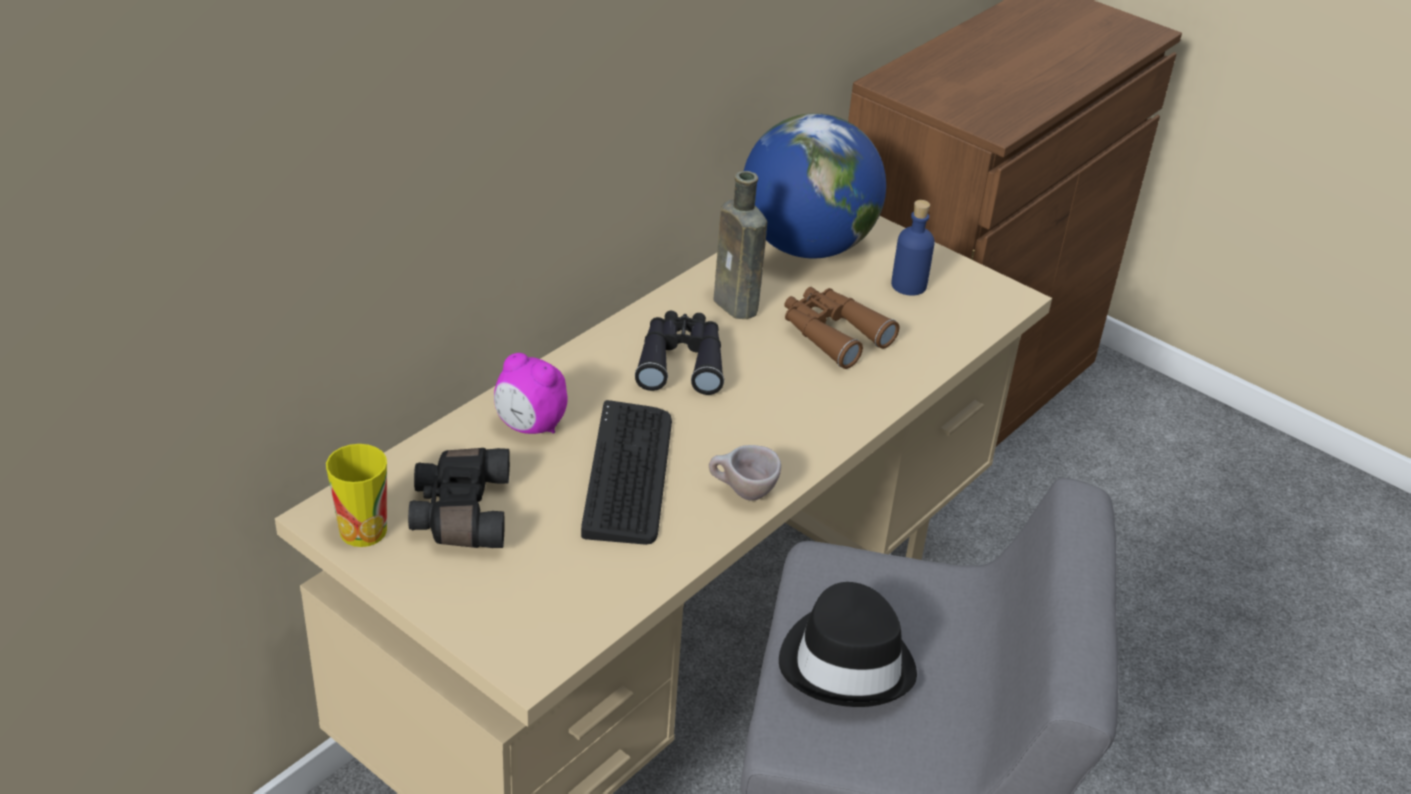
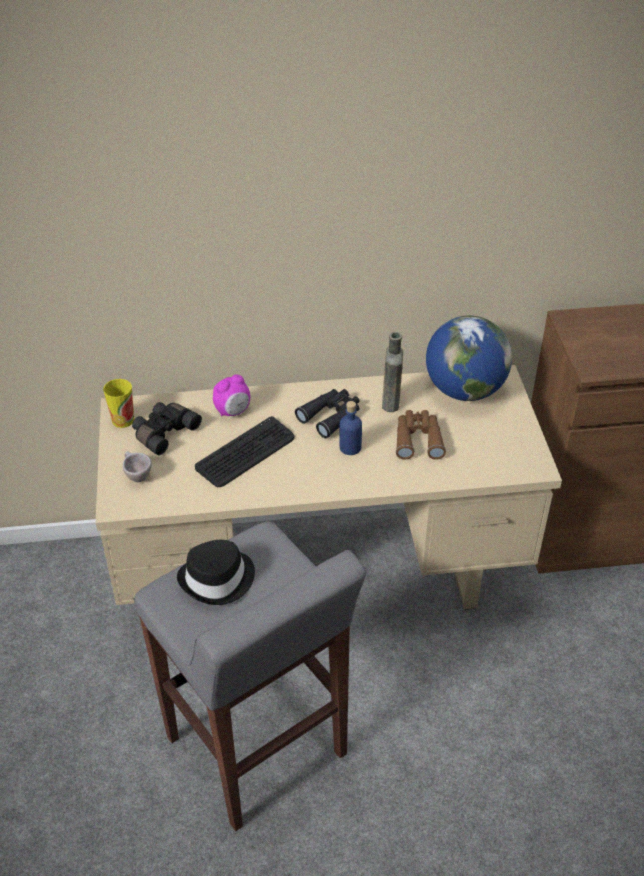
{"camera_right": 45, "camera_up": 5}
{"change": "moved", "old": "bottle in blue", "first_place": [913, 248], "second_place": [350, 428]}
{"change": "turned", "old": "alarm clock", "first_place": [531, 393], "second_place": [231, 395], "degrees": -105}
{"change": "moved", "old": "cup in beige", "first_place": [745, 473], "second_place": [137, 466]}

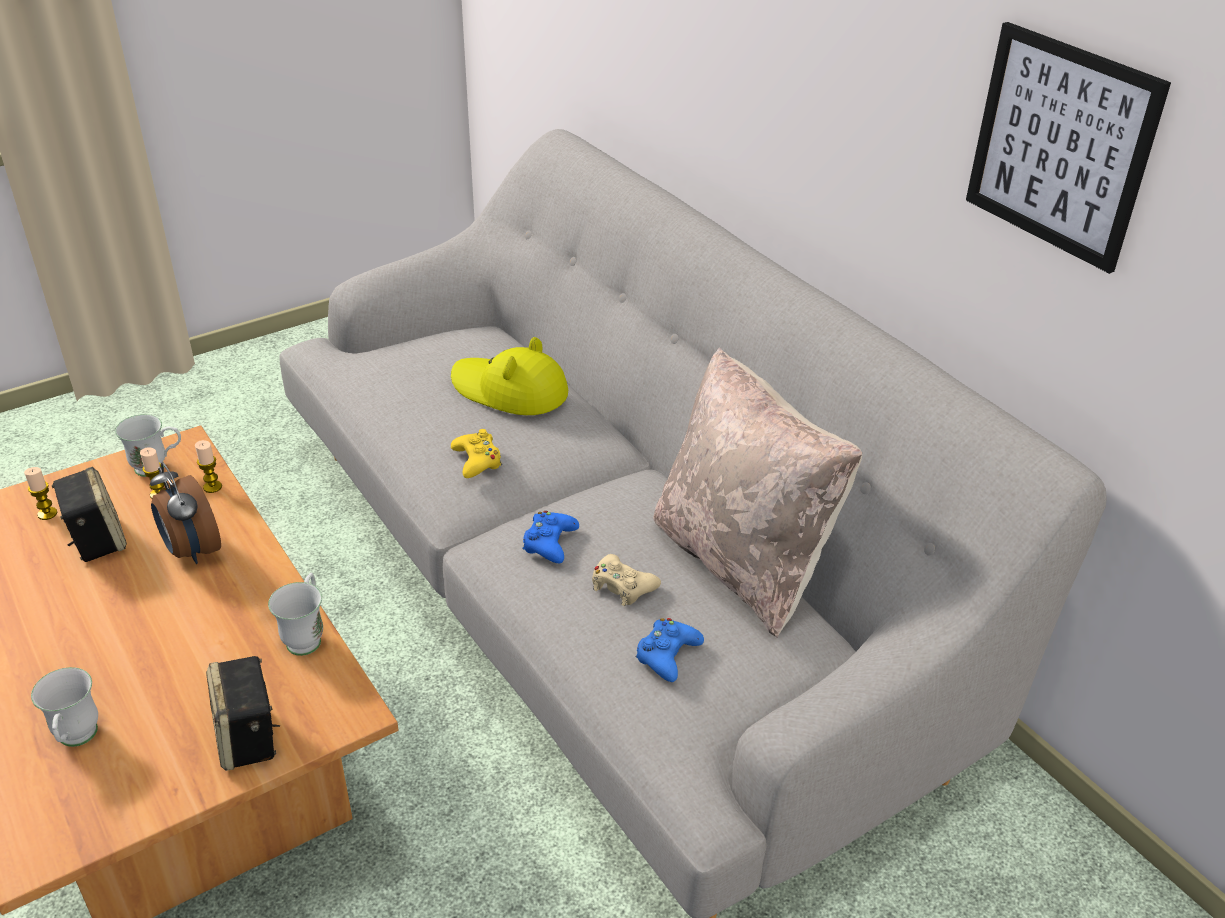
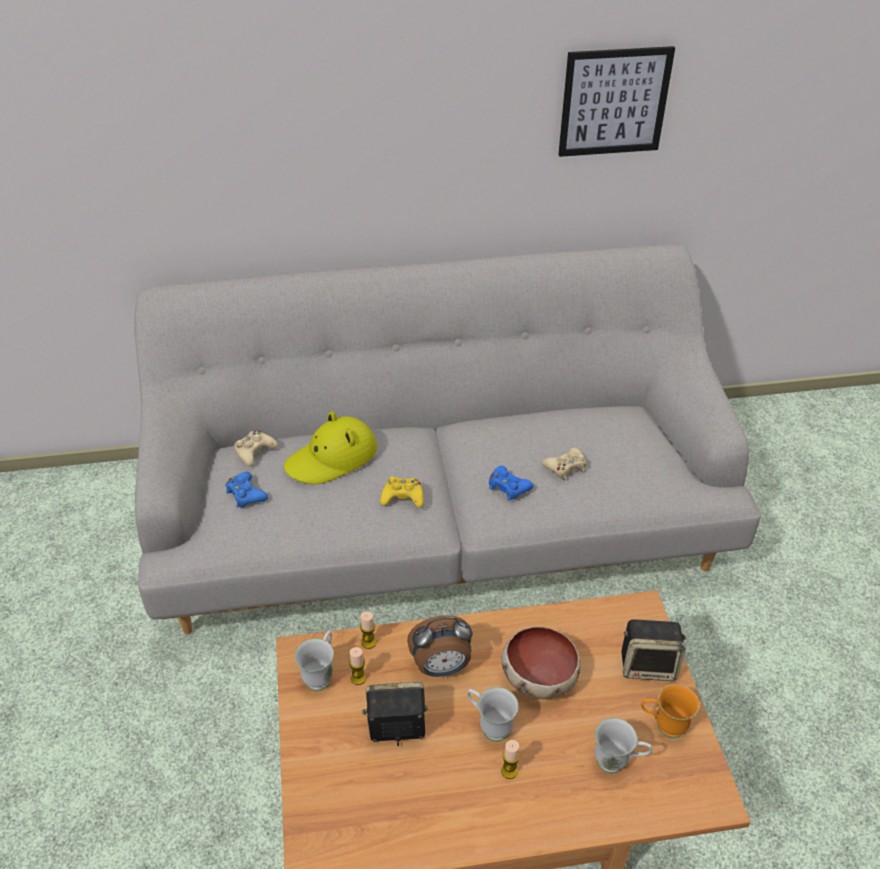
{"camera_right": -65, "camera_up": 5}
{"change": "removed", "old": "pillow in beige", "first_place": [757, 493]}
{"change": "moved", "old": "candle", "first_place": [41, 493], "second_place": [510, 759]}
{"change": "moved", "old": "mug in white", "first_place": [295, 614], "second_place": [493, 714]}
{"change": "moved", "old": "game controller in blue", "first_place": [670, 650], "second_place": [247, 490]}
{"change": "added", "new": "game controller in beige", "second_place": [256, 448]}
{"change": "added", "new": "bowl", "second_place": [541, 663]}
{"change": "added", "new": "mug in orange", "second_place": [670, 711]}

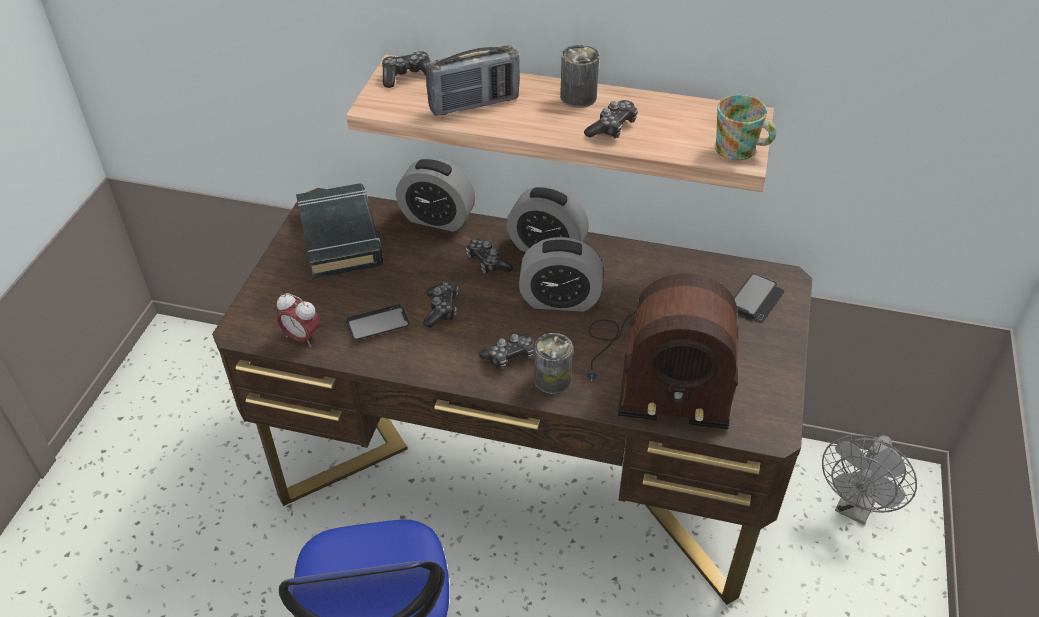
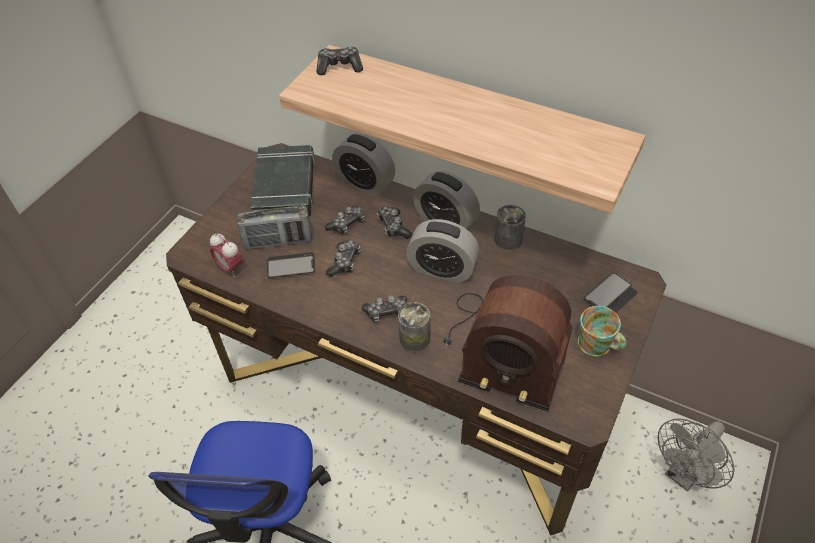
{"camera_right": 15, "camera_up": 5}
{"change": "moved", "old": "radio", "first_place": [473, 80], "second_place": [274, 227]}
{"change": "moved", "old": "can", "first_place": [579, 76], "second_place": [510, 228]}
{"change": "moved", "old": "mug", "first_place": [745, 128], "second_place": [602, 331]}
{"change": "moved", "old": "game controller", "first_place": [611, 119], "second_place": [345, 220]}

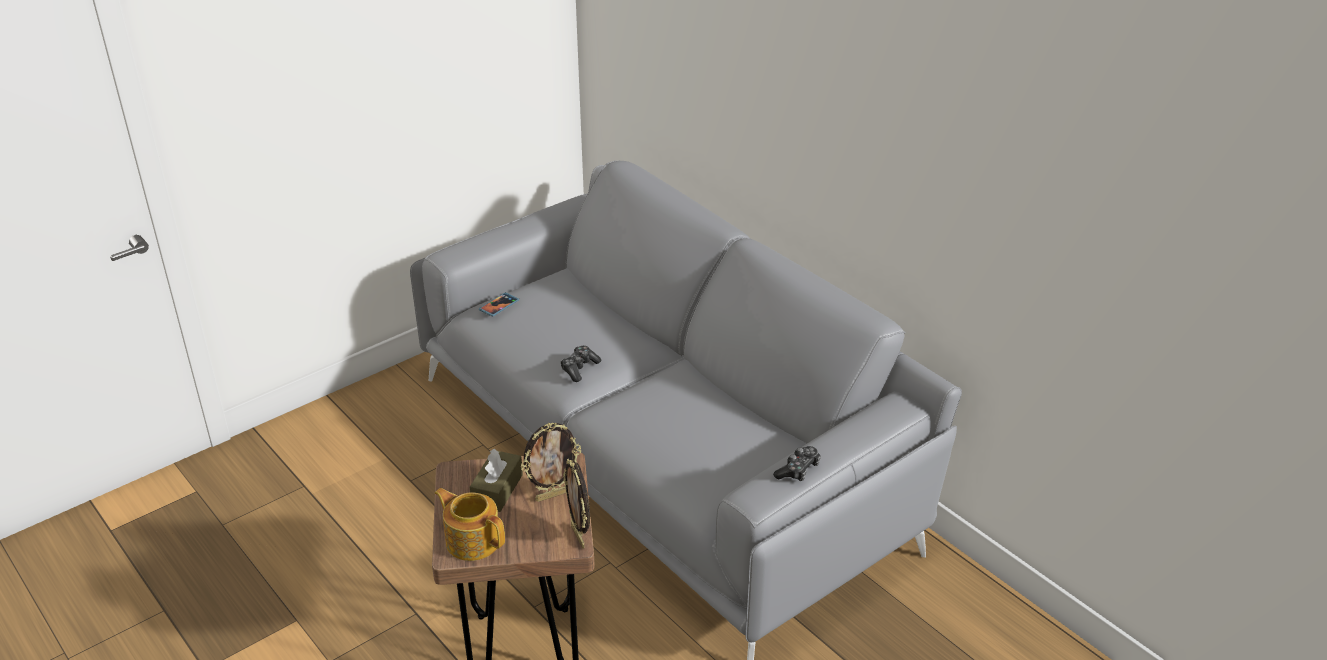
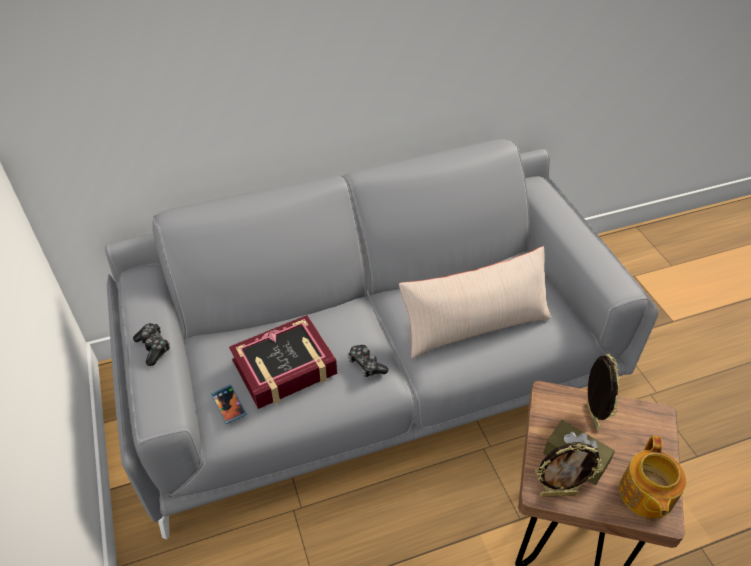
{"camera_right": -70, "camera_up": 10}
{"change": "moved", "old": "game controller", "first_place": [797, 463], "second_place": [151, 344]}
{"change": "moved", "old": "picture frame", "first_place": [576, 504], "second_place": [569, 469]}
{"change": "turned", "old": "teapot", "first_place": [470, 524], "second_place": [652, 477], "degrees": -45}
{"change": "added", "new": "pillow in beige", "second_place": [475, 302]}
{"change": "added", "new": "book", "second_place": [283, 362]}

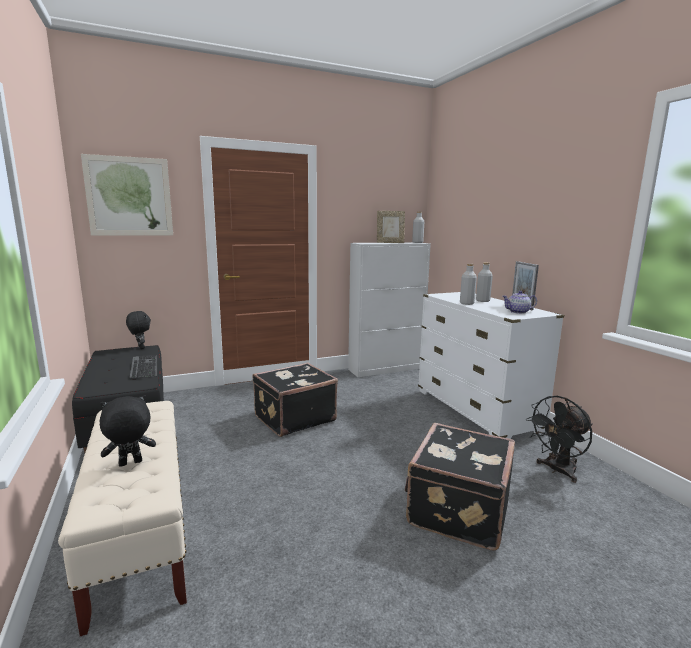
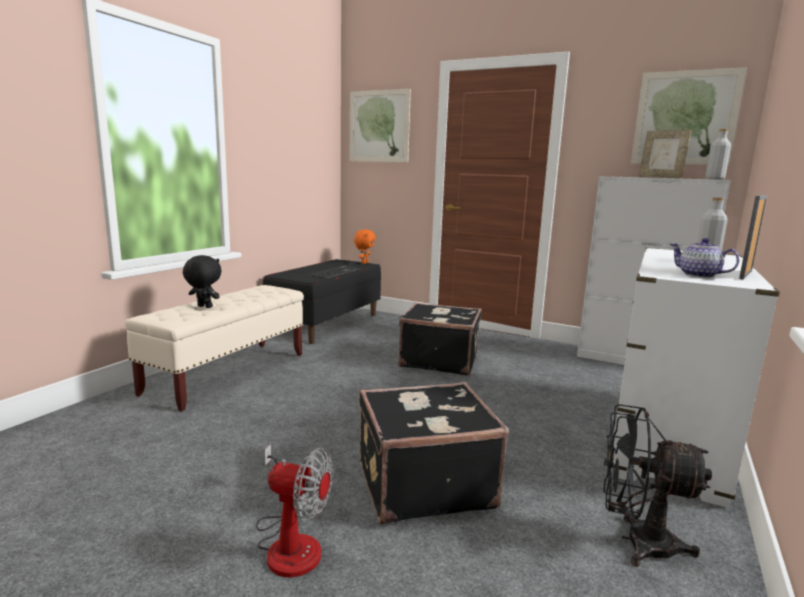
{"camera_right": 50, "camera_up": 0}
{"change": "removed", "old": "bottle in grey", "first_place": [468, 284]}
{"change": "recoloured", "old": "plush toy in black", "new": "plush toy in orange", "first_place": [138, 330], "second_place": [365, 246]}
{"change": "added", "new": "picture", "second_place": [689, 116]}
{"change": "added", "new": "fan", "second_place": [294, 511]}

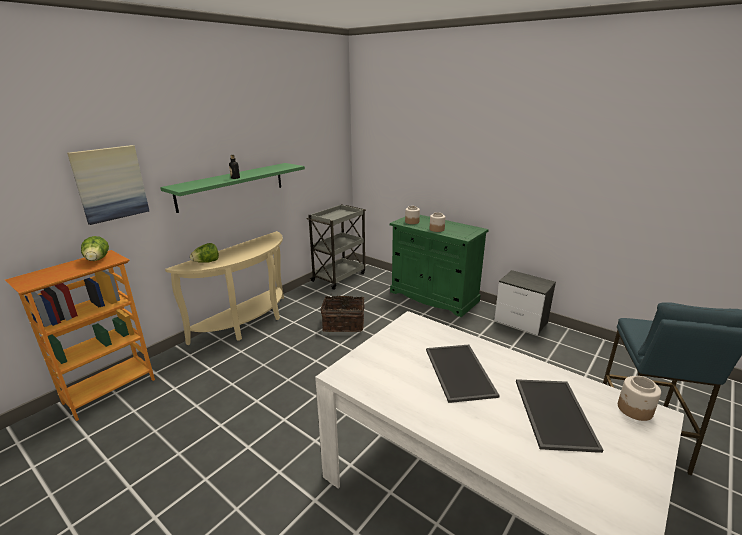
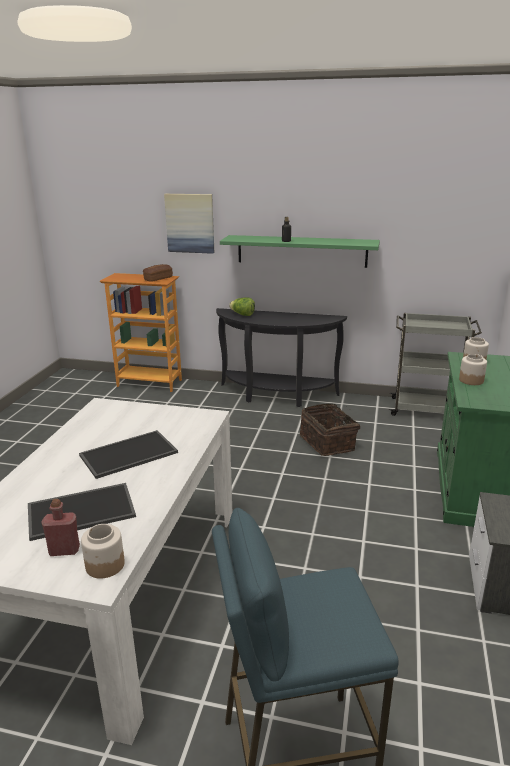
{"camera_right": 65, "camera_up": 0}
{"change": "recoloured", "old": "console table in beige", "new": "console table in black", "first_place": [224, 288], "second_place": [281, 357]}
{"change": "replaced", "old": "lettuce", "new": "bread", "first_place": [95, 248], "second_place": [158, 273]}
{"change": "added", "new": "bottle in red", "second_place": [60, 527]}

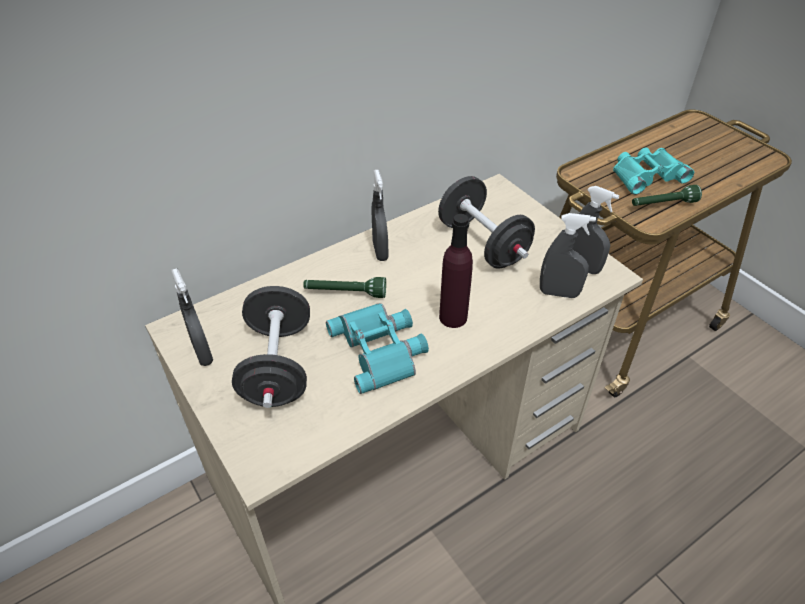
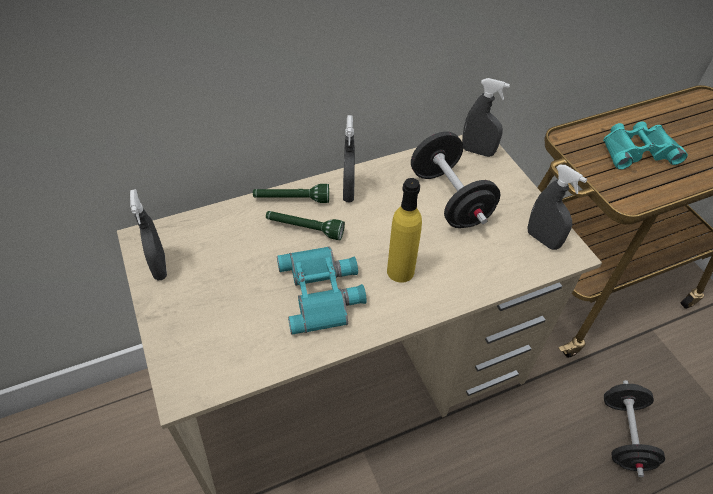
{"camera_right": 10, "camera_up": 5}
{"change": "moved", "old": "flashlight in green", "first_place": [667, 195], "second_place": [291, 193]}
{"change": "moved", "old": "spray bottle in grey", "first_place": [568, 255], "second_place": [486, 117]}
{"change": "recoloured", "old": "bottle in purple", "new": "bottle in yellow", "first_place": [456, 271], "second_place": [404, 230]}
{"change": "moved", "old": "dumbbell in black", "first_place": [271, 347], "second_place": [634, 428]}

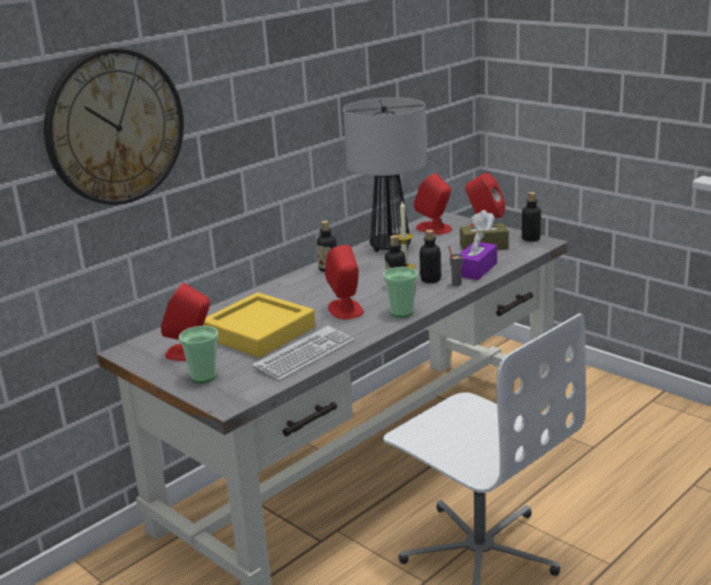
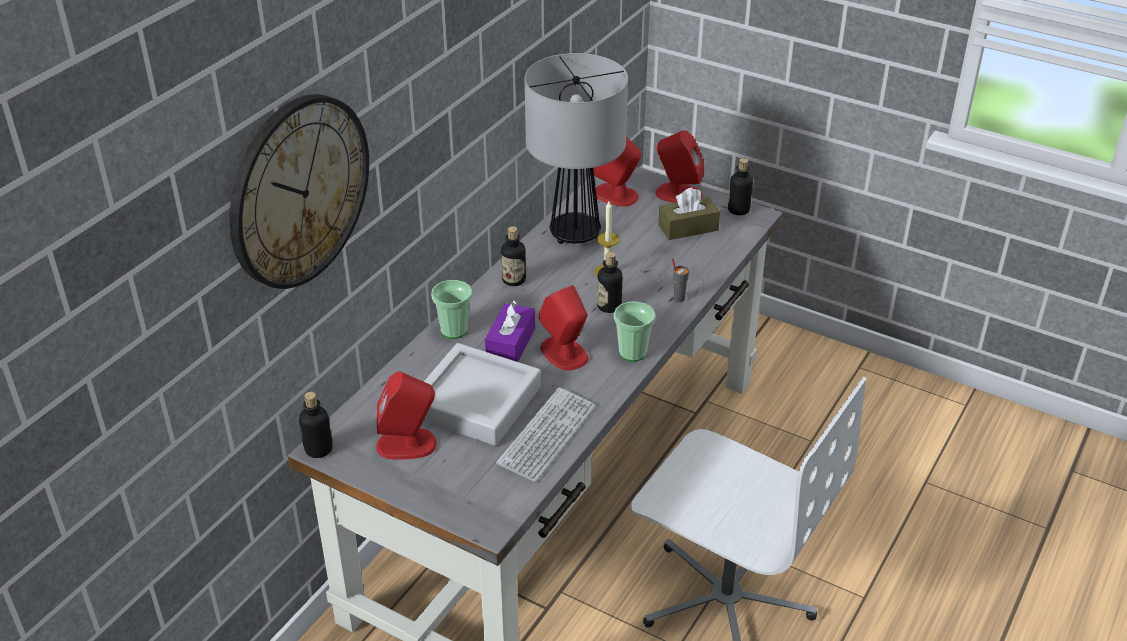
{"camera_right": -15, "camera_up": 15}
{"change": "moved", "old": "bottle", "first_place": [430, 256], "second_place": [316, 425]}
{"change": "moved", "old": "tissue box in purple", "first_place": [478, 256], "second_place": [510, 331]}
{"change": "recoloured", "old": "tray in yellow", "new": "tray in grey", "first_place": [259, 325], "second_place": [482, 394]}
{"change": "moved", "old": "cup", "first_place": [198, 354], "second_place": [451, 309]}

